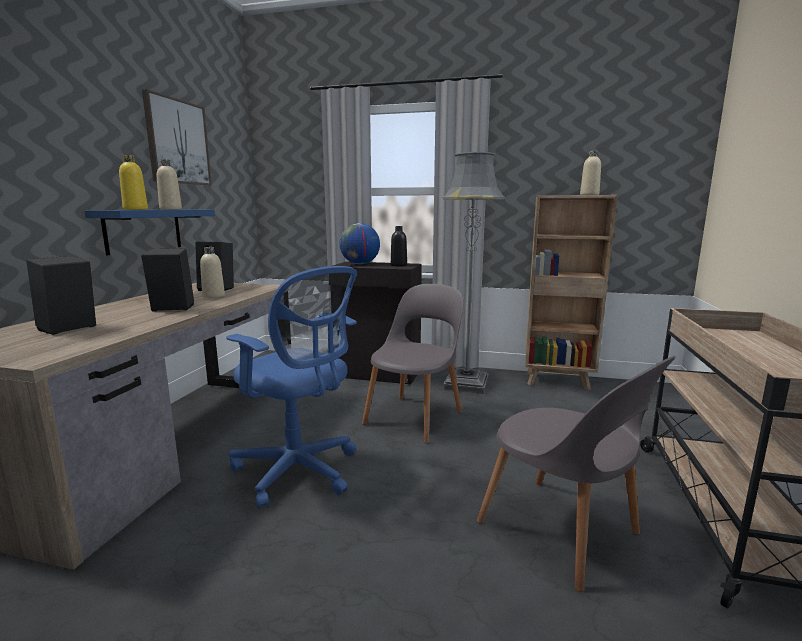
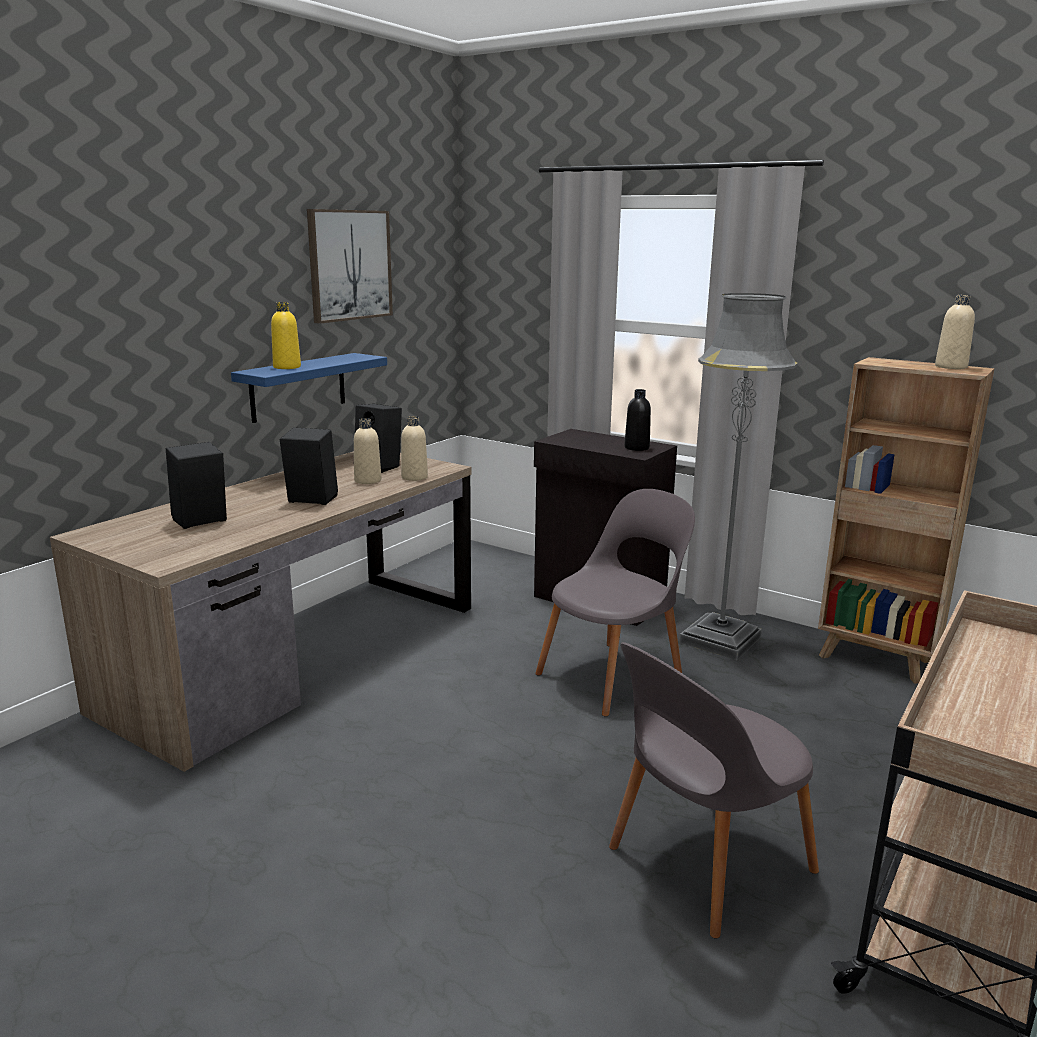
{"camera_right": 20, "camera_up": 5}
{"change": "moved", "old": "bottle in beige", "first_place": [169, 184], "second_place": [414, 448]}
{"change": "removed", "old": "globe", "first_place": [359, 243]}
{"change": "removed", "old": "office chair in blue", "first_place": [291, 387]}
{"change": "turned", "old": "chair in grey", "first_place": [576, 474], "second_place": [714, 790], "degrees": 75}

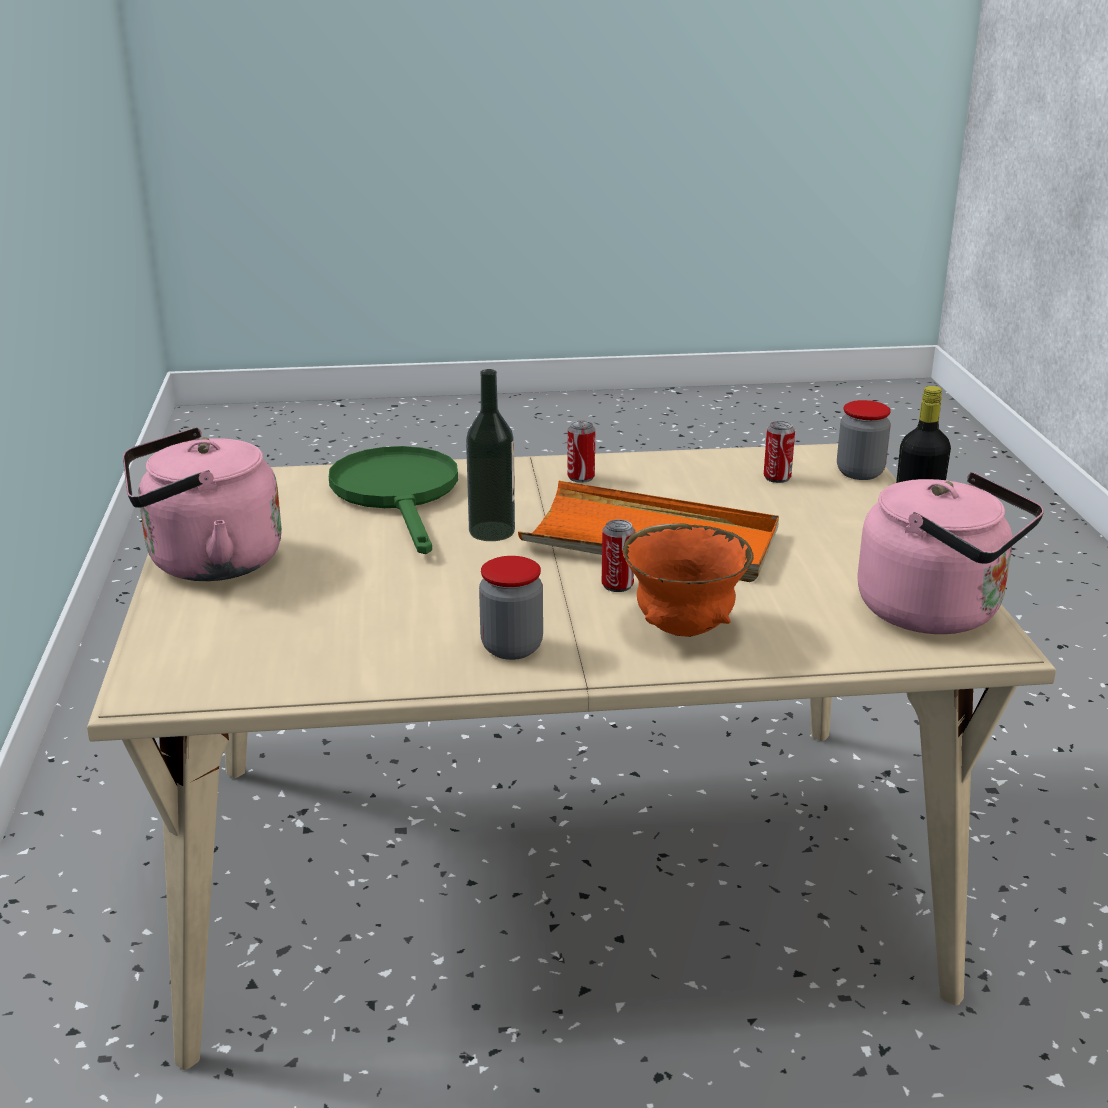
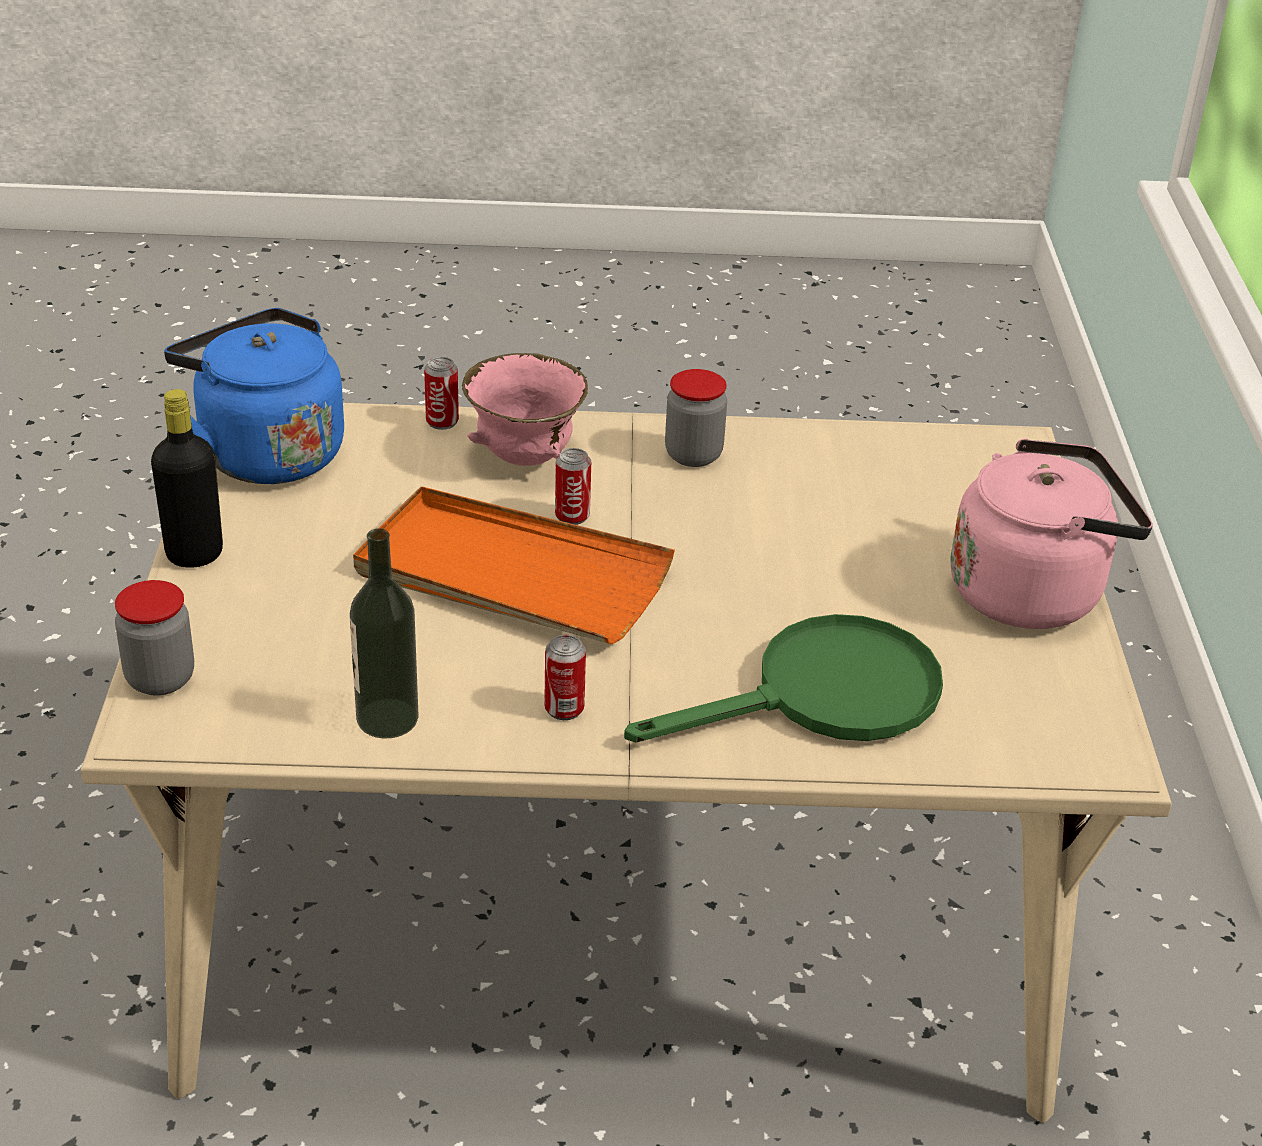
{"camera_right": -175, "camera_up": 10}
{"change": "moved", "old": "bottle", "first_place": [490, 455], "second_place": [384, 633]}
{"change": "moved", "old": "can", "first_place": [779, 452], "second_place": [441, 393]}
{"change": "turned", "old": "frying pan in green", "first_place": [393, 500], "second_place": [783, 678], "degrees": -105}
{"change": "recoloured", "old": "kettle in pink", "new": "kettle in blue", "first_place": [950, 553], "second_place": [254, 396]}
{"change": "recoloured", "old": "bowl in orange", "new": "bowl in pink", "first_place": [688, 580], "second_place": [525, 409]}

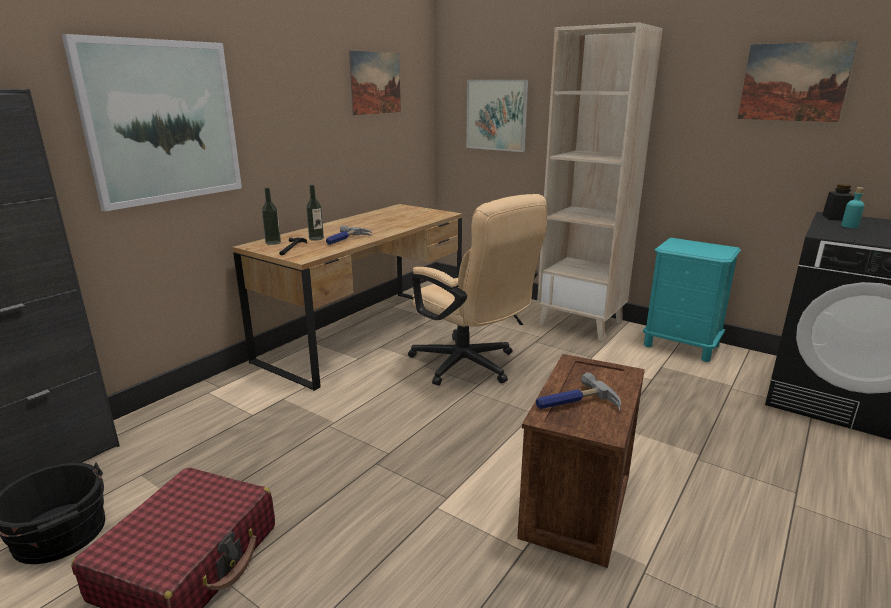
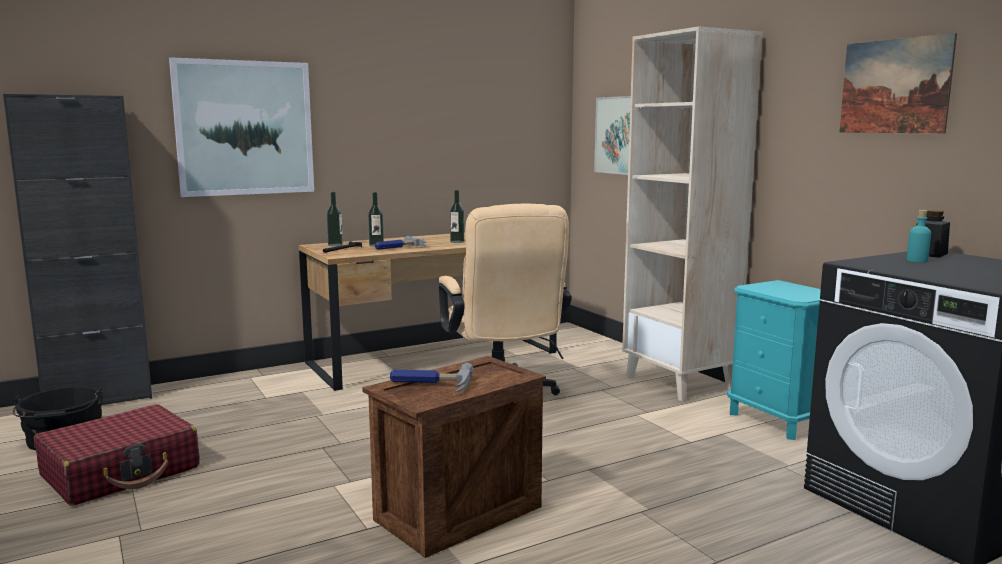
{"camera_right": 25, "camera_up": -10}
{"change": "removed", "old": "picture", "first_place": [375, 82]}
{"change": "added", "new": "bottle", "second_place": [457, 216]}

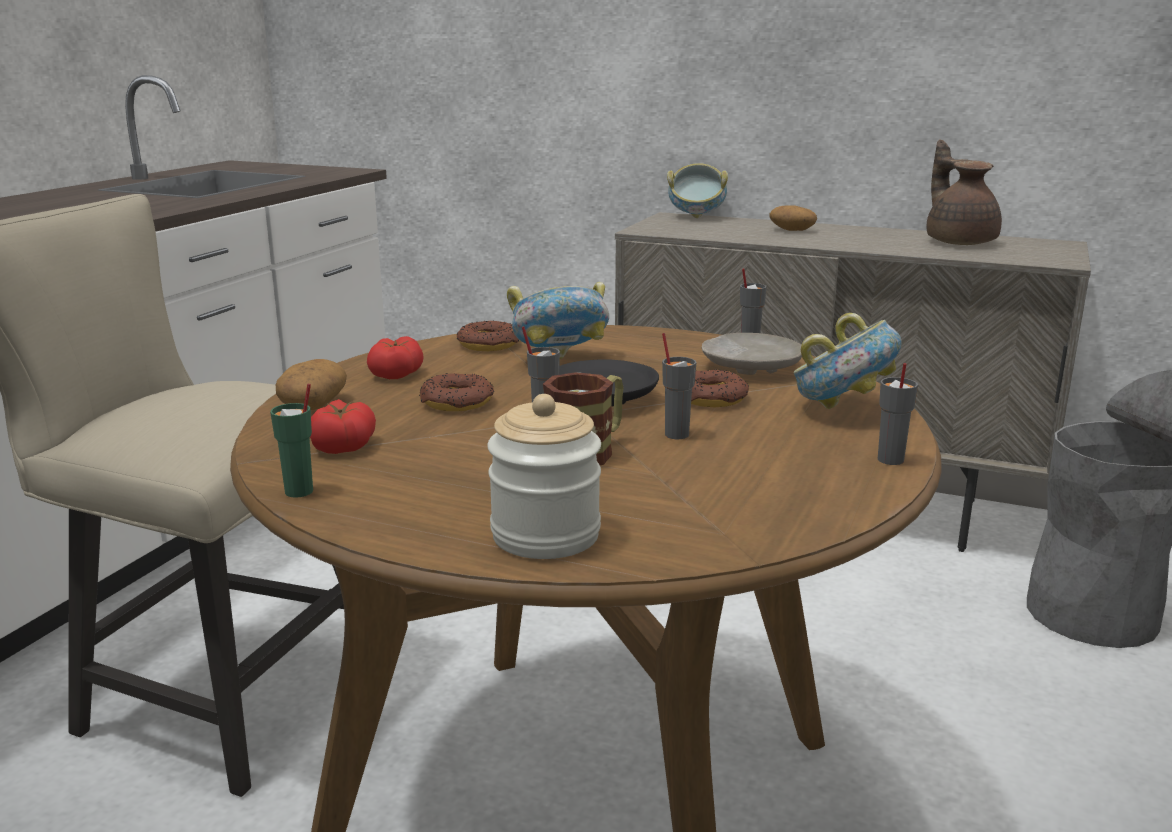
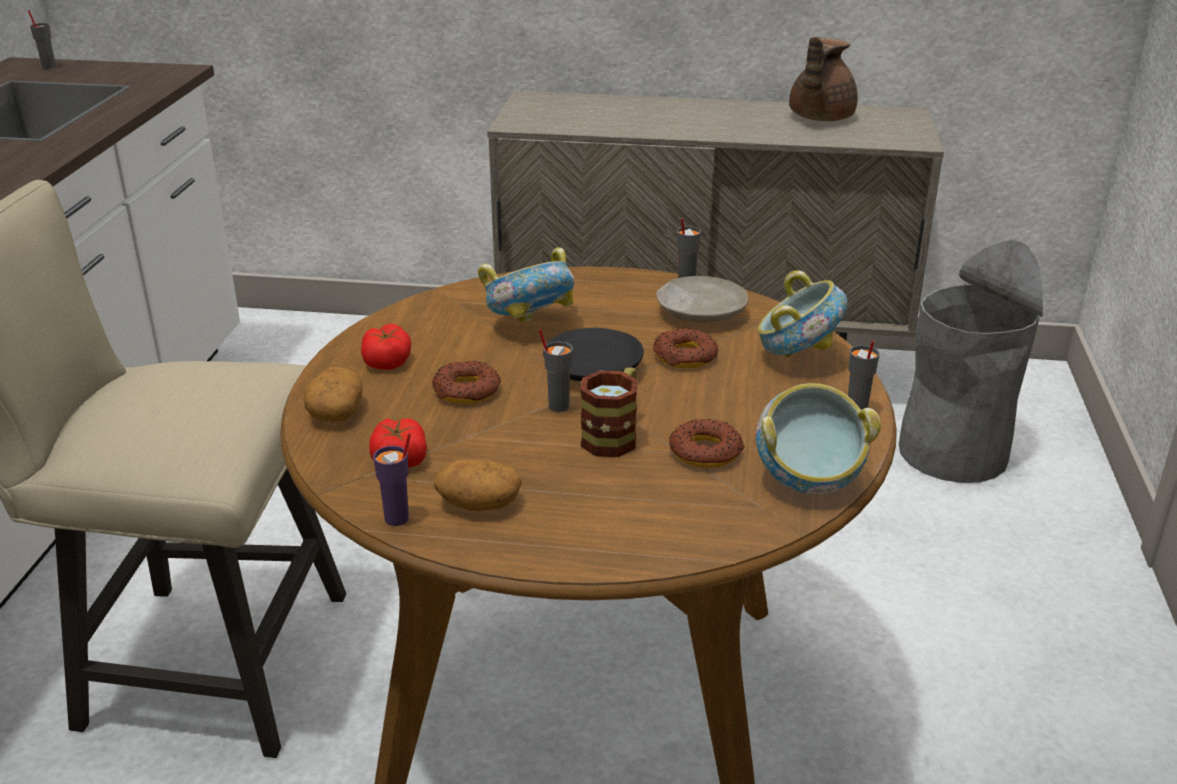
{"camera_right": -15, "camera_up": 10}
{"change": "turned", "old": "teapot in brown", "first_place": [964, 192], "second_place": [823, 79], "degrees": -120}
{"change": "moved", "old": "bowl", "first_place": [697, 190], "second_place": [818, 438]}
{"change": "moved", "old": "potato", "first_place": [793, 218], "second_place": [478, 485]}
{"change": "moved", "old": "donut", "first_place": [488, 335], "second_place": [707, 443]}
{"change": "moved", "old": "cup in grey", "first_place": [679, 386], "second_place": [42, 39]}
{"change": "recoloured", "old": "cup in green", "new": "cup in purple", "first_place": [291, 441], "second_place": [392, 479]}
{"change": "removed", "old": "jar", "first_place": [544, 476]}

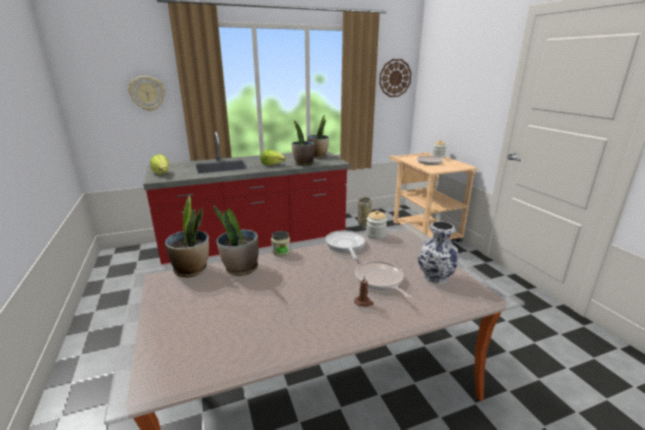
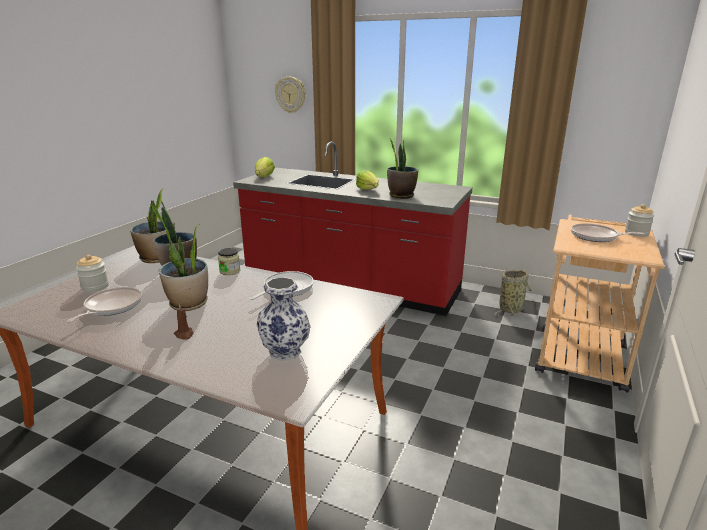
{"camera_right": 45, "camera_up": 0}
{"change": "removed", "old": "wall clock", "first_place": [395, 78]}
{"change": "moved", "old": "potted plant", "first_place": [318, 136], "second_place": [183, 267]}
{"change": "moved", "old": "jar", "first_place": [376, 224], "second_place": [92, 273]}
{"change": "moved", "old": "frying pan", "first_place": [383, 279], "second_place": [104, 305]}

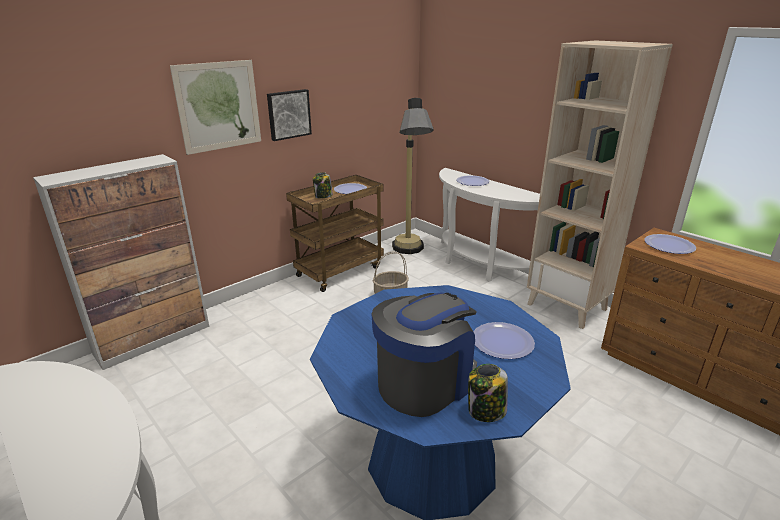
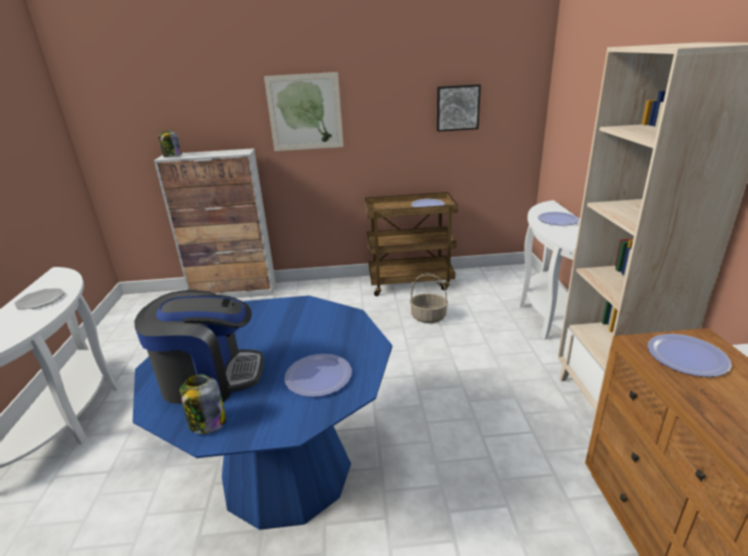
{"camera_right": 40, "camera_up": 0}
{"change": "moved", "old": "picture", "first_place": [289, 115], "second_place": [459, 108]}
{"change": "removed", "old": "floor lamp", "first_place": [413, 176]}
{"change": "moved", "old": "jar", "first_place": [323, 185], "second_place": [170, 143]}
{"change": "added", "new": "plate", "second_place": [39, 298]}

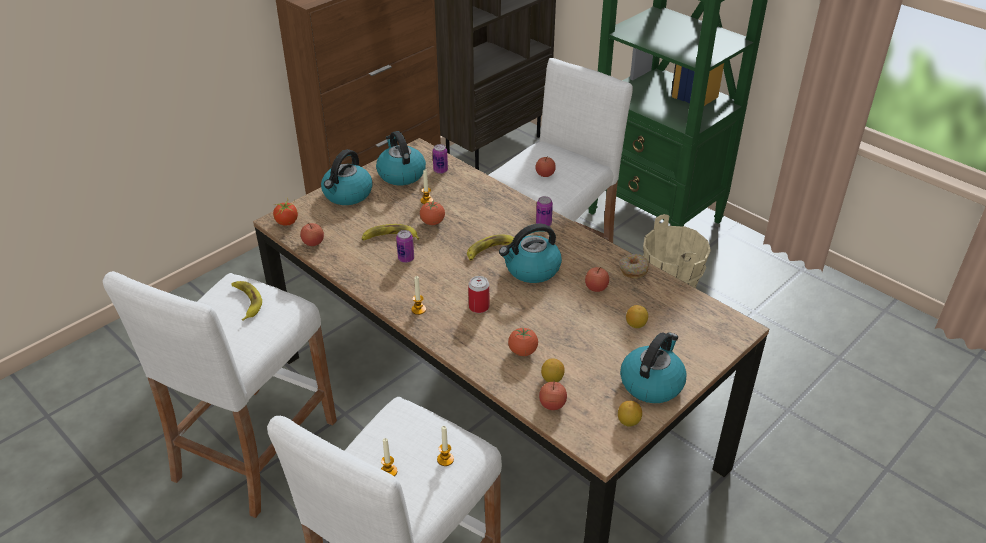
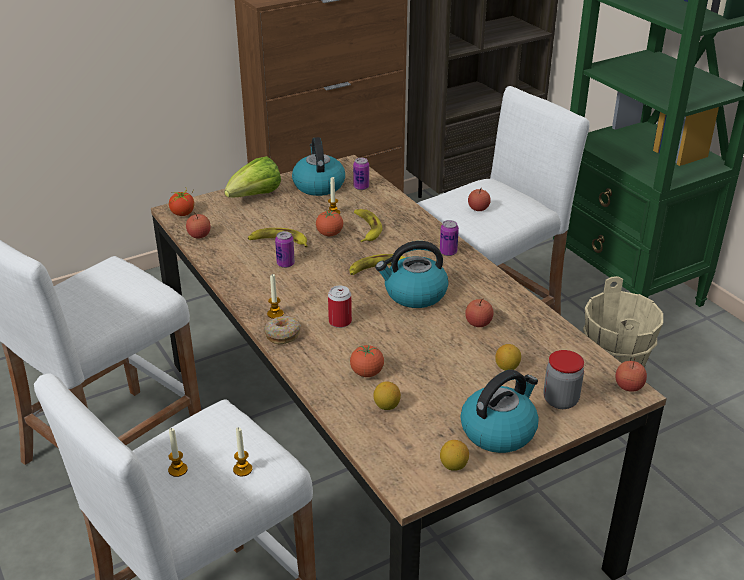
{"camera_right": 15, "camera_up": -5}
{"change": "replaced", "old": "kettle", "new": "lettuce", "first_place": [347, 177], "second_place": [252, 177]}
{"change": "moved", "old": "donut", "first_place": [634, 266], "second_place": [282, 330]}
{"change": "moved", "old": "banana", "first_place": [246, 301], "second_place": [368, 225]}
{"change": "moved", "old": "apple", "first_place": [553, 395], "second_place": [631, 375]}
{"change": "added", "new": "jar", "second_place": [564, 379]}

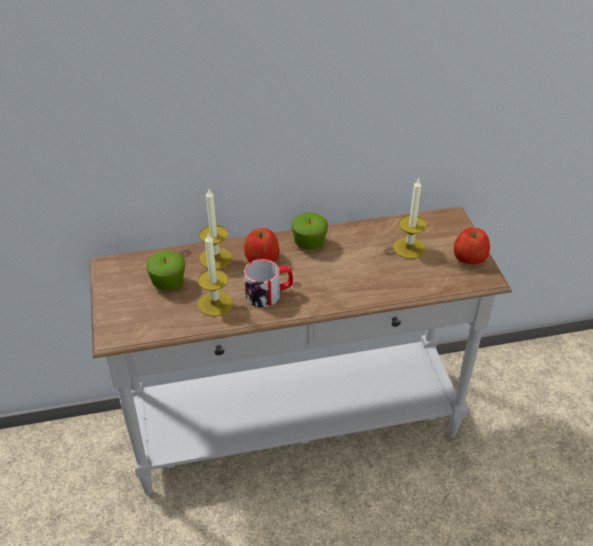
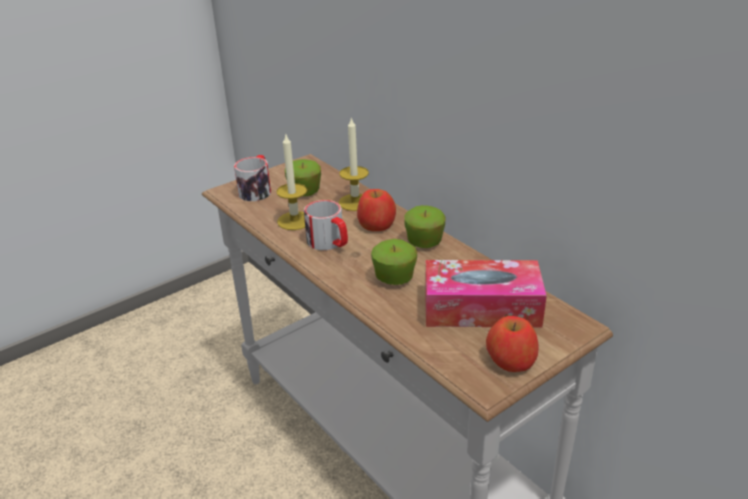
{"camera_right": 65, "camera_up": -10}
{"change": "replaced", "old": "candle", "new": "tissue box", "first_place": [410, 218], "second_place": [486, 294]}
{"change": "added", "new": "mug", "second_place": [252, 178]}
{"change": "added", "new": "apple", "second_place": [394, 262]}

